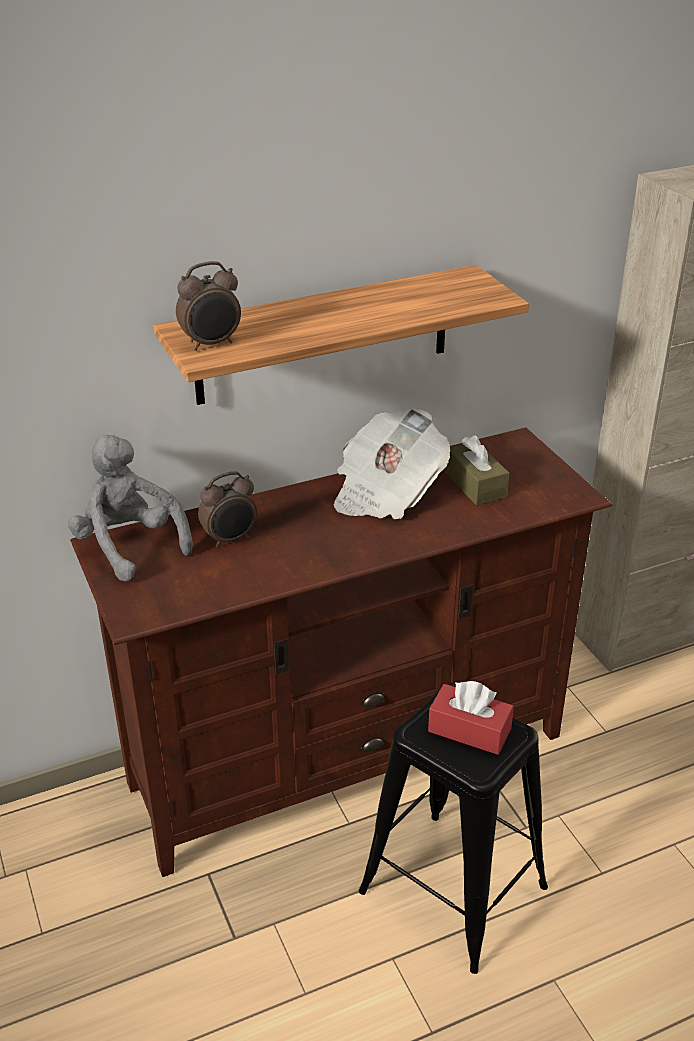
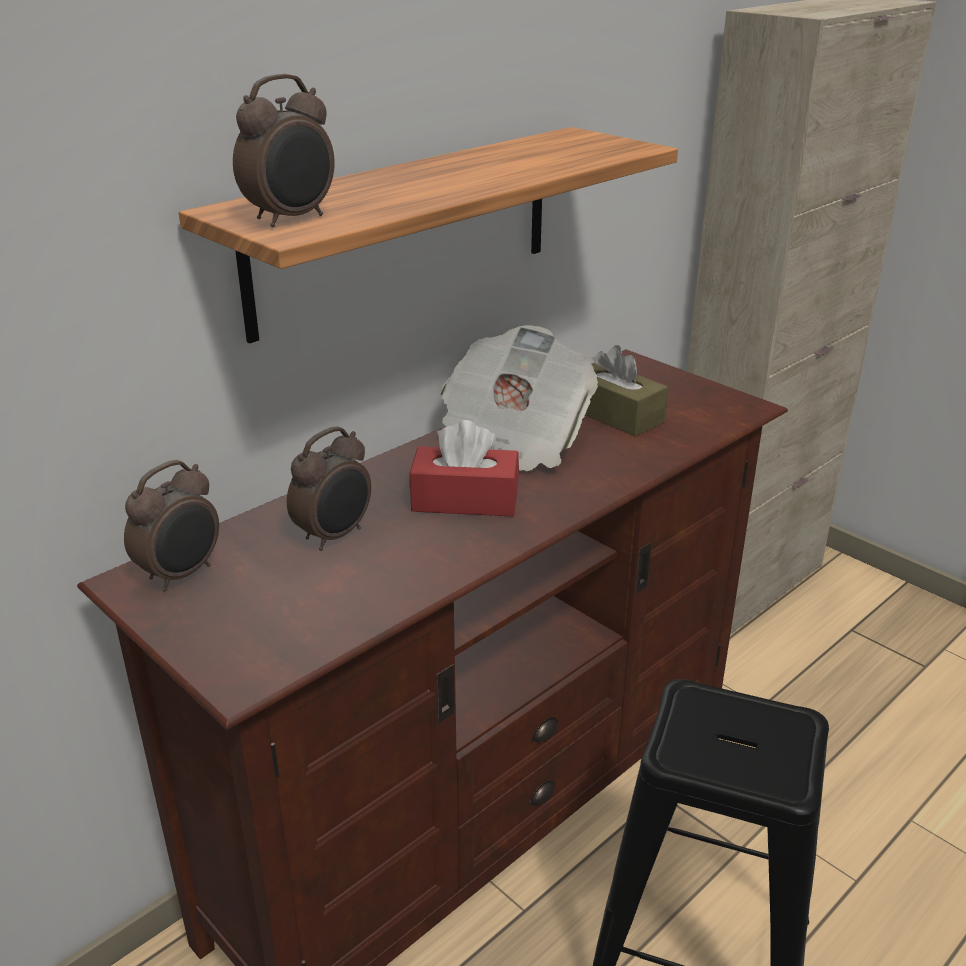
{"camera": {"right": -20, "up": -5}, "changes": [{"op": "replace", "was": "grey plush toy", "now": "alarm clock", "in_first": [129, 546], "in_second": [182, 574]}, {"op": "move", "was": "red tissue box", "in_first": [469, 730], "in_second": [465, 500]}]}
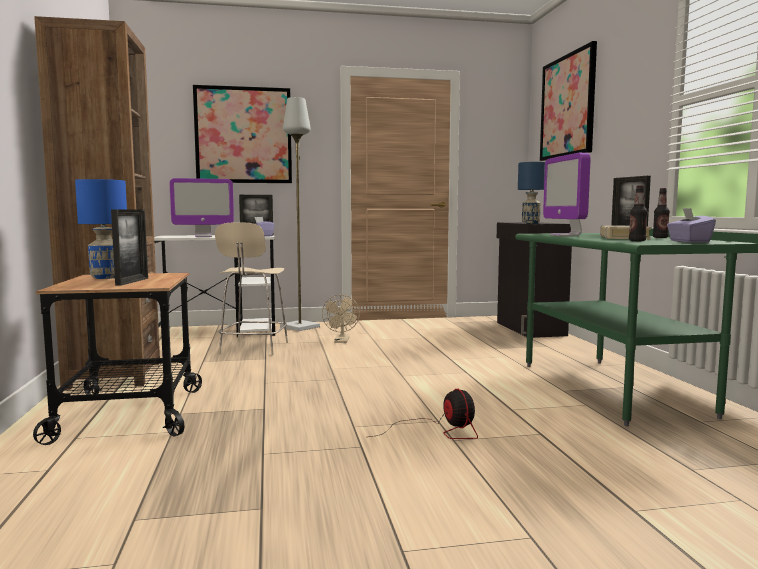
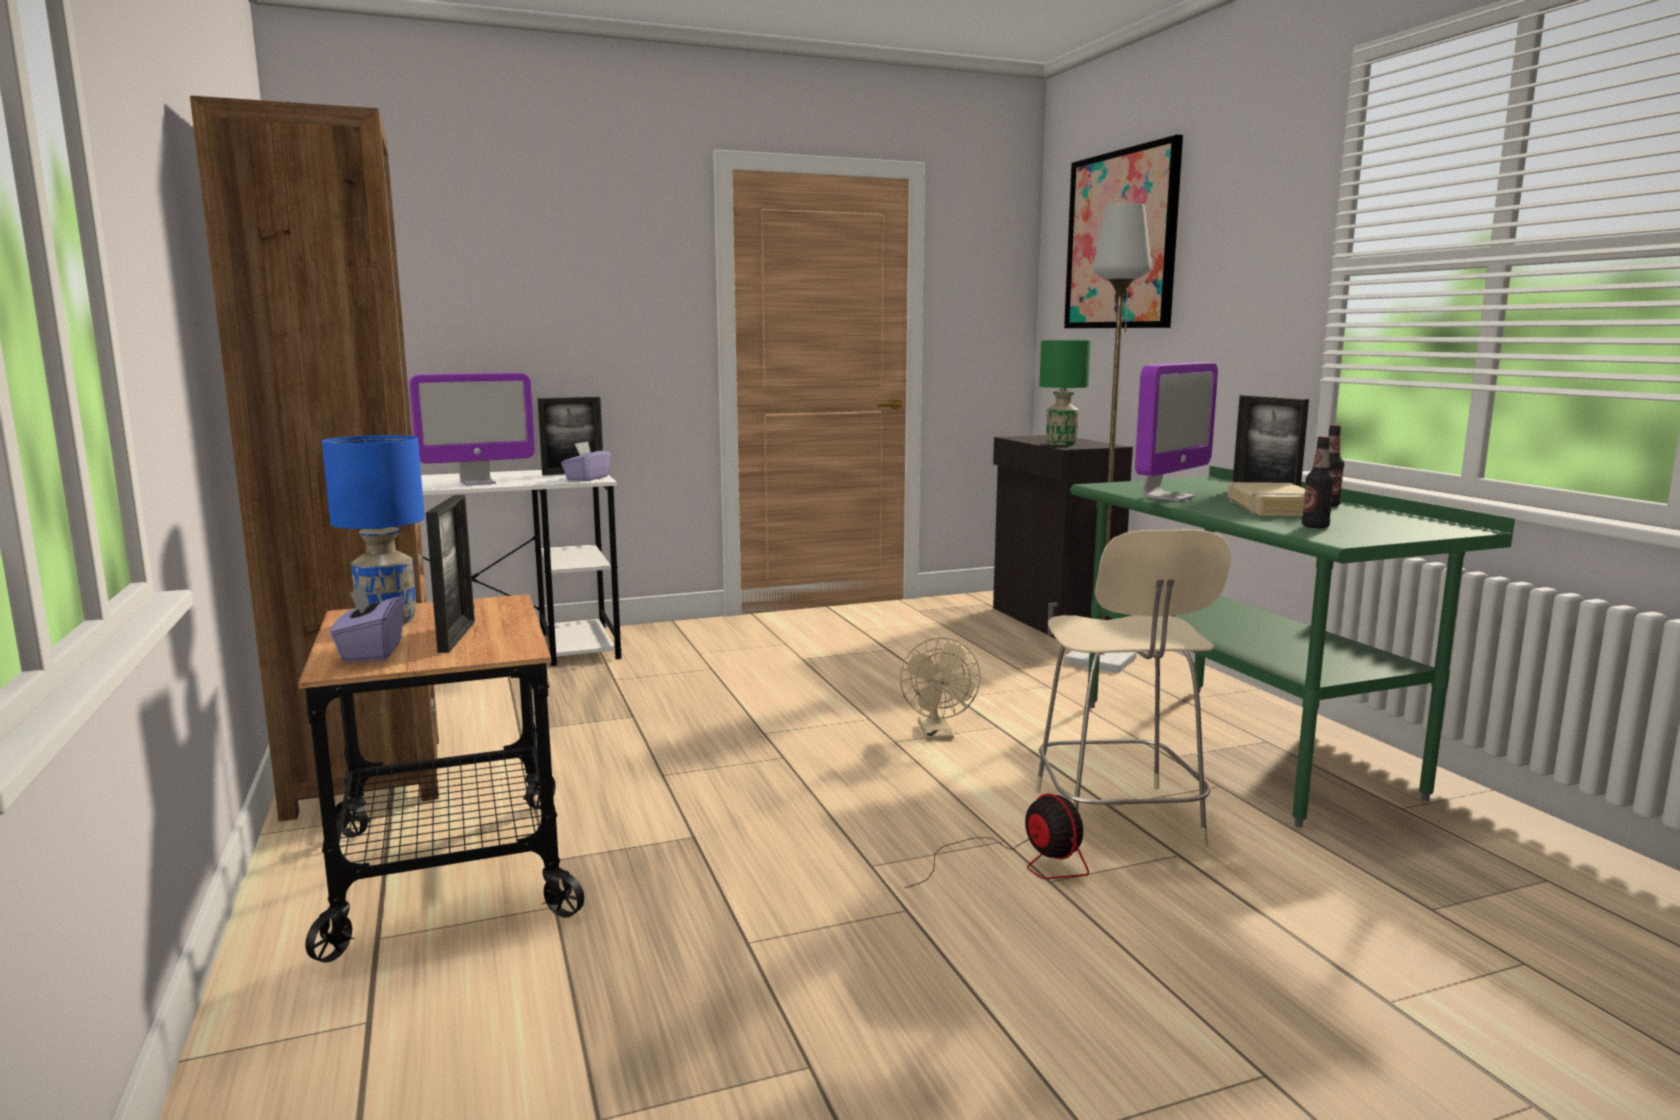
{"camera": {"right": -10, "up": 5}, "changes": [{"op": "delete", "was": "picture", "in_first": [243, 135]}, {"op": "move", "was": "grey floor lamp", "in_first": [300, 327], "in_second": [1101, 660]}, {"op": "rotate", "was": "monitor", "in_first": [565, 235], "in_second": [1168, 497], "clockwise": -120}, {"op": "recolor", "was": "blue table lamp", "now": "green table lamp", "in_first": [530, 223], "in_second": [1060, 444]}, {"op": "move", "was": "purple tissue box", "in_first": [688, 241], "in_second": [371, 652]}, {"op": "move", "was": "beige chair", "in_first": [253, 348], "in_second": [1118, 820]}, {"op": "move", "was": "beige fan", "in_first": [341, 341], "in_second": [938, 735]}]}
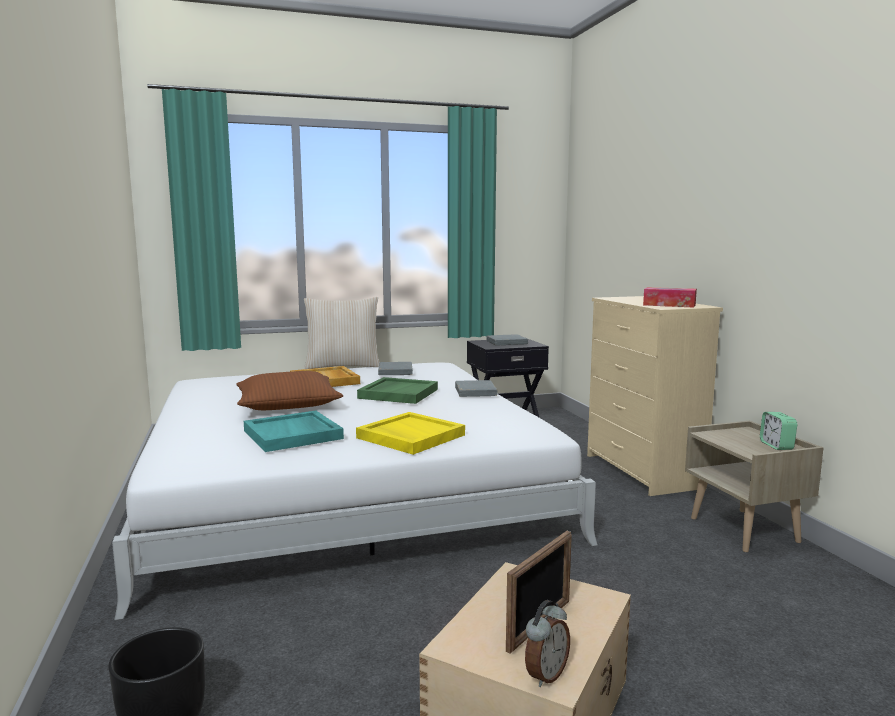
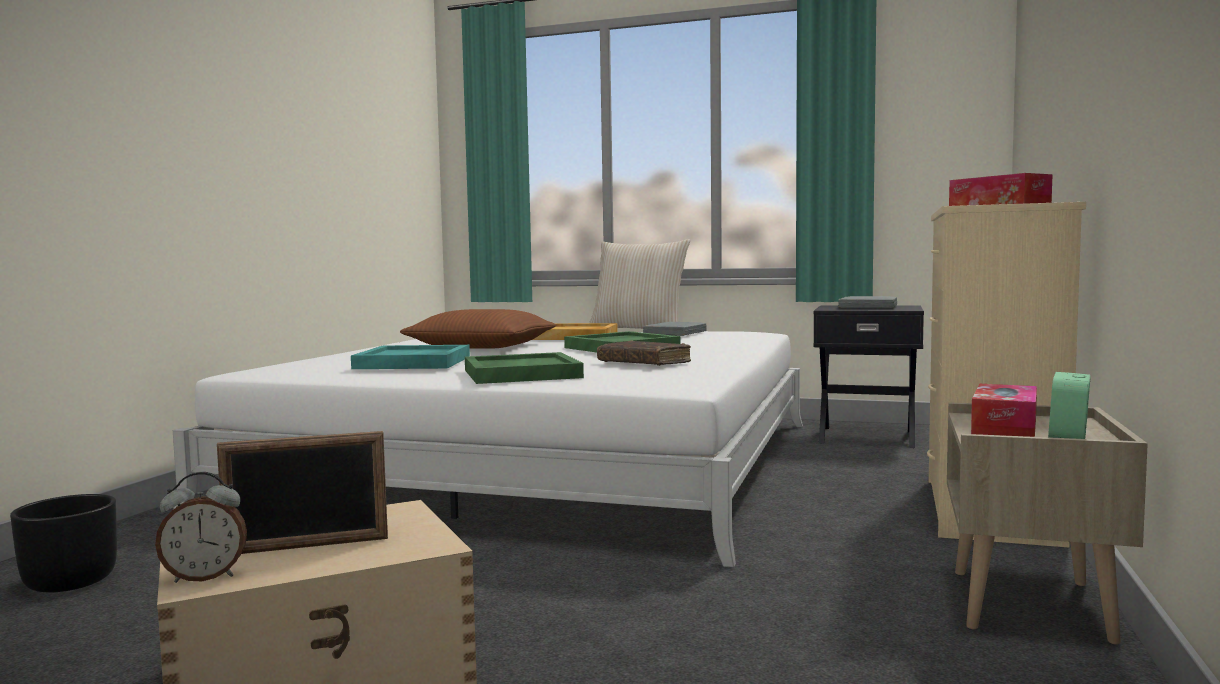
{"camera": {"right": 35, "up": -5}, "changes": [{"op": "delete", "was": "grey book", "in_first": [475, 392]}, {"op": "recolor", "was": "yellow tray", "now": "green tray", "in_first": [409, 436], "in_second": [520, 374]}, {"op": "insert", "now": "brown book", "in_second": [643, 363]}, {"op": "insert", "now": "tissue box", "in_second": [1004, 427]}]}
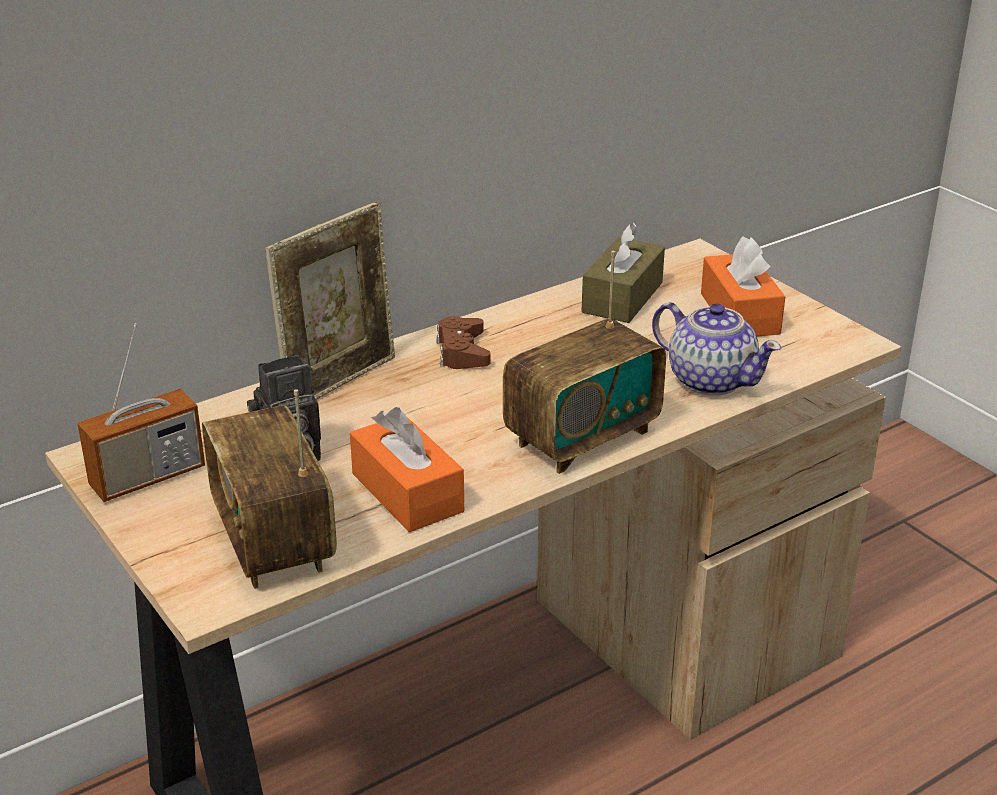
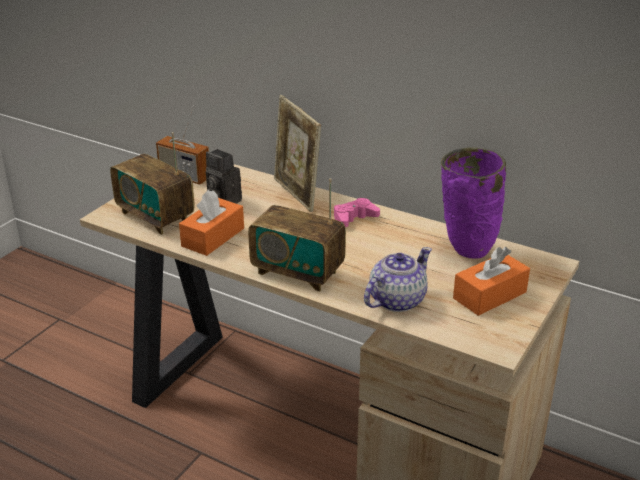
{"camera": {"right": 65, "up": 0}, "changes": [{"op": "rotate", "was": "picture frame", "in_first": [339, 381], "in_second": [296, 194], "clockwise": 45}, {"op": "replace", "was": "brown tissue box", "now": "purple vase", "in_first": [622, 297], "in_second": [465, 250]}, {"op": "rotate", "was": "teapot", "in_first": [710, 379], "in_second": [396, 300], "clockwise": -150}, {"op": "recolor", "was": "brown game controller", "now": "pink game controller", "in_first": [462, 352], "in_second": [354, 218]}, {"op": "rotate", "was": "radio", "in_first": [273, 541], "in_second": [155, 217], "clockwise": -90}]}
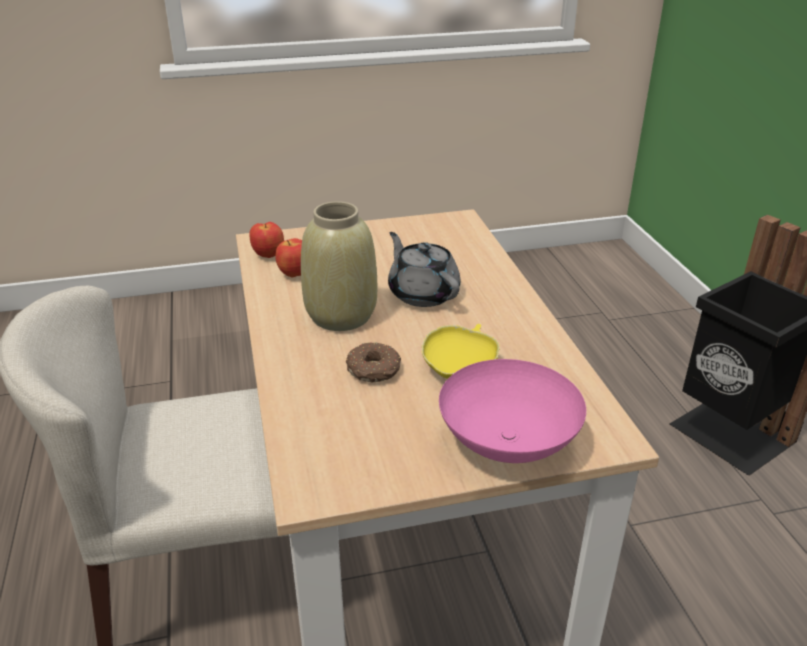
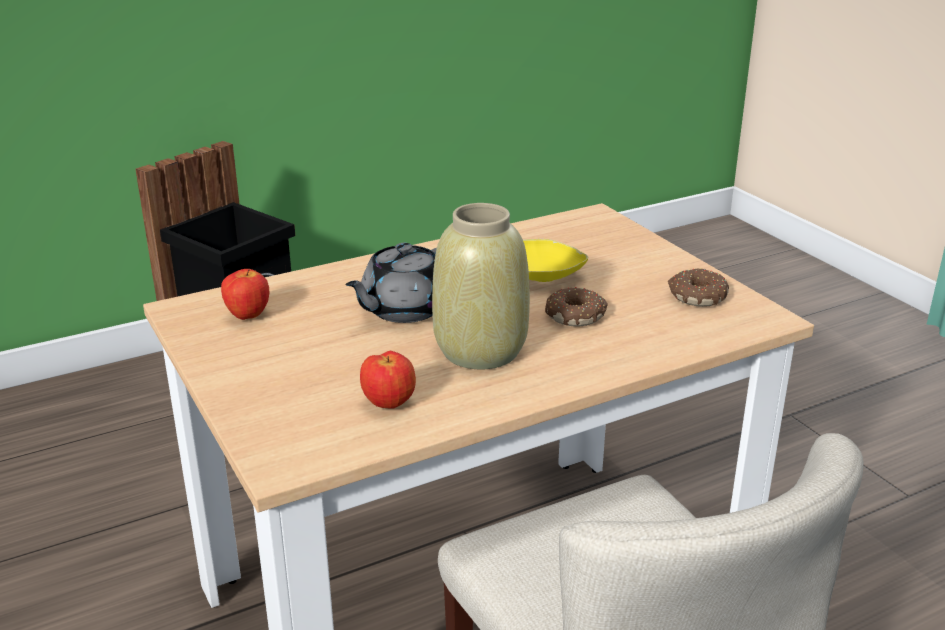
{"camera": {"right": -105, "up": -5}, "changes": [{"op": "move", "was": "apple", "in_first": [269, 256], "in_second": [248, 316]}, {"op": "delete", "was": "pink bowl", "in_first": [509, 444]}, {"op": "insert", "now": "donut", "in_second": [696, 296]}]}
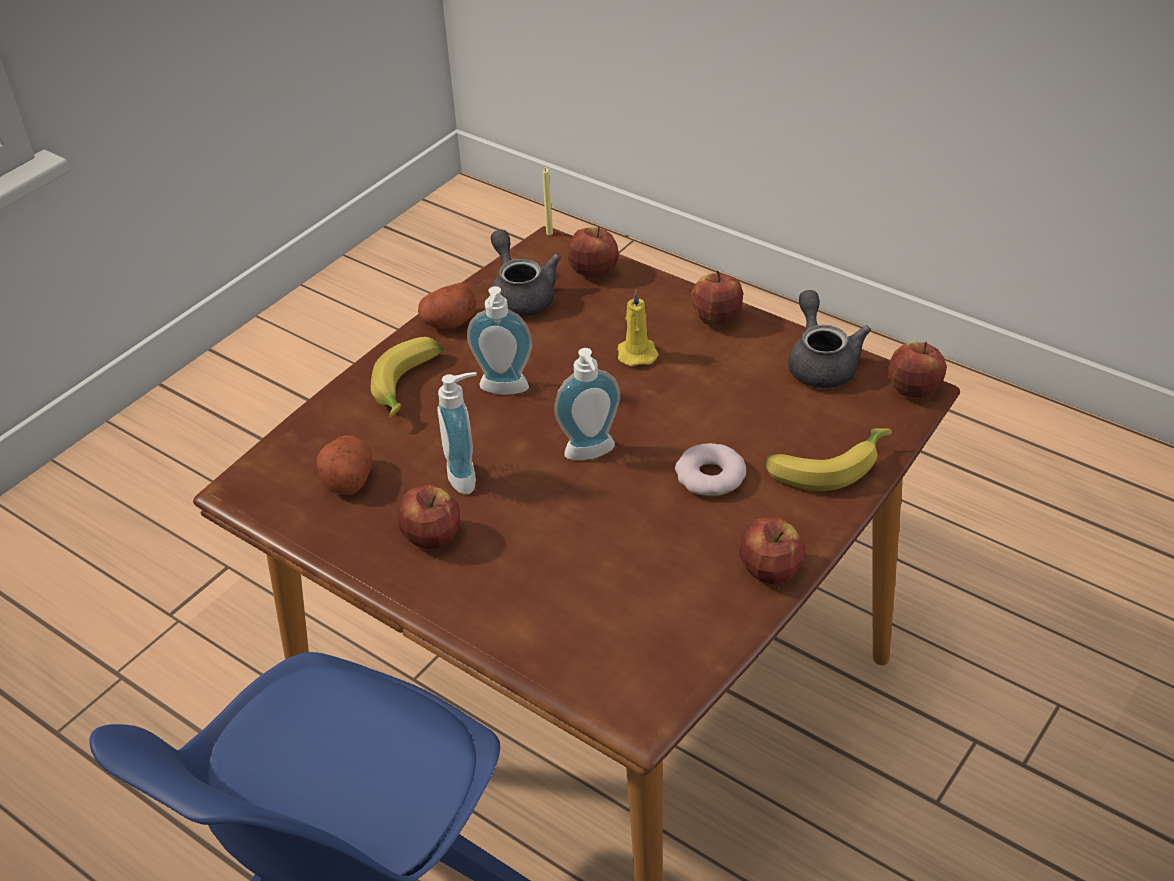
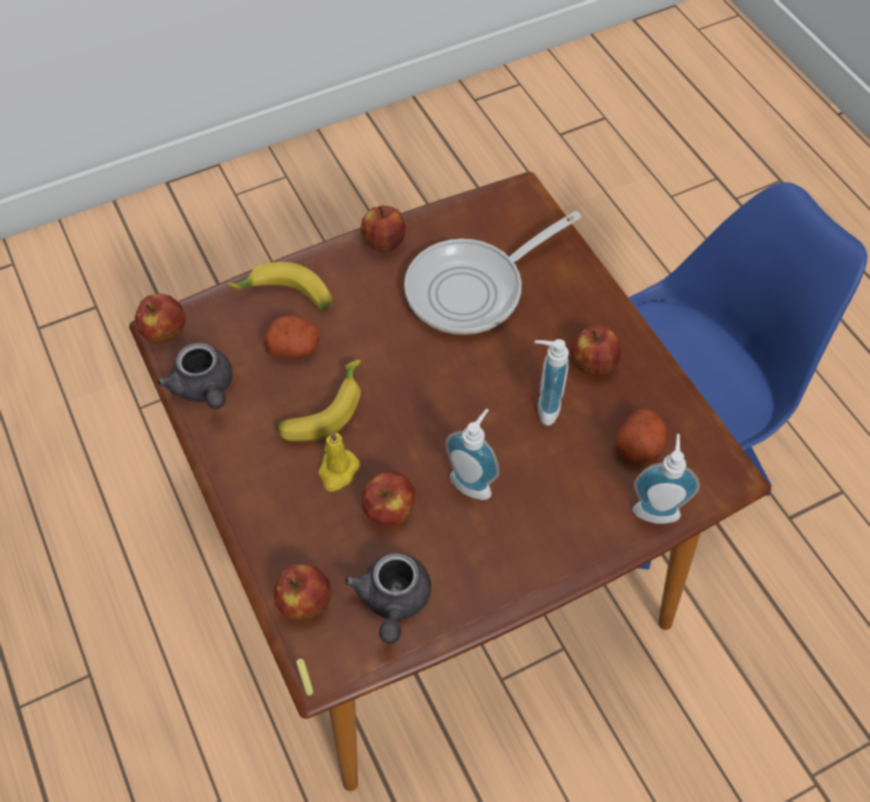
{"camera": {"right": -155, "up": 15}, "changes": [{"op": "move", "was": "apple", "in_first": [716, 319], "in_second": [390, 510]}, {"op": "move", "was": "potato", "in_first": [449, 322], "in_second": [294, 346]}, {"op": "rotate", "was": "grey teapot", "in_first": [821, 362], "in_second": [205, 389], "clockwise": -45}, {"op": "move", "was": "banana", "in_first": [410, 387], "in_second": [322, 410]}, {"op": "move", "was": "soap dispenser", "in_first": [591, 454], "in_second": [656, 508]}, {"op": "delete", "was": "donut", "in_first": [710, 476]}, {"op": "insert", "now": "frying pan", "in_second": [473, 289]}]}
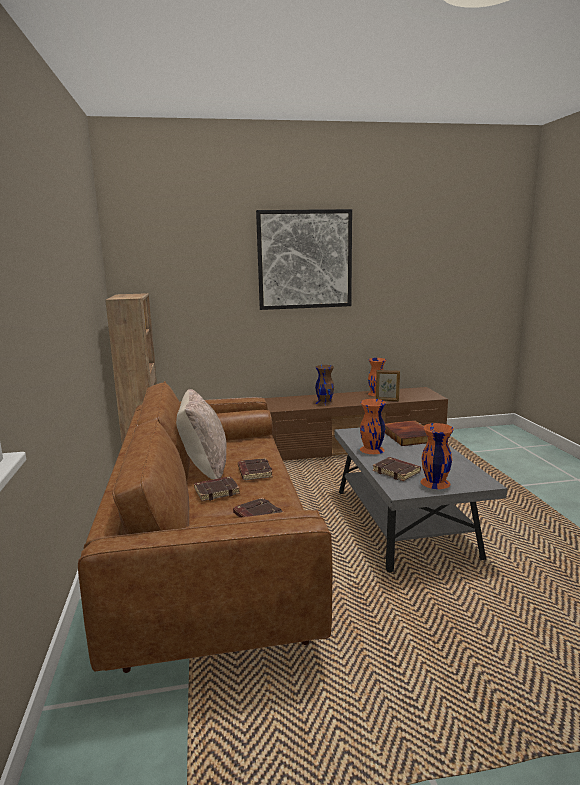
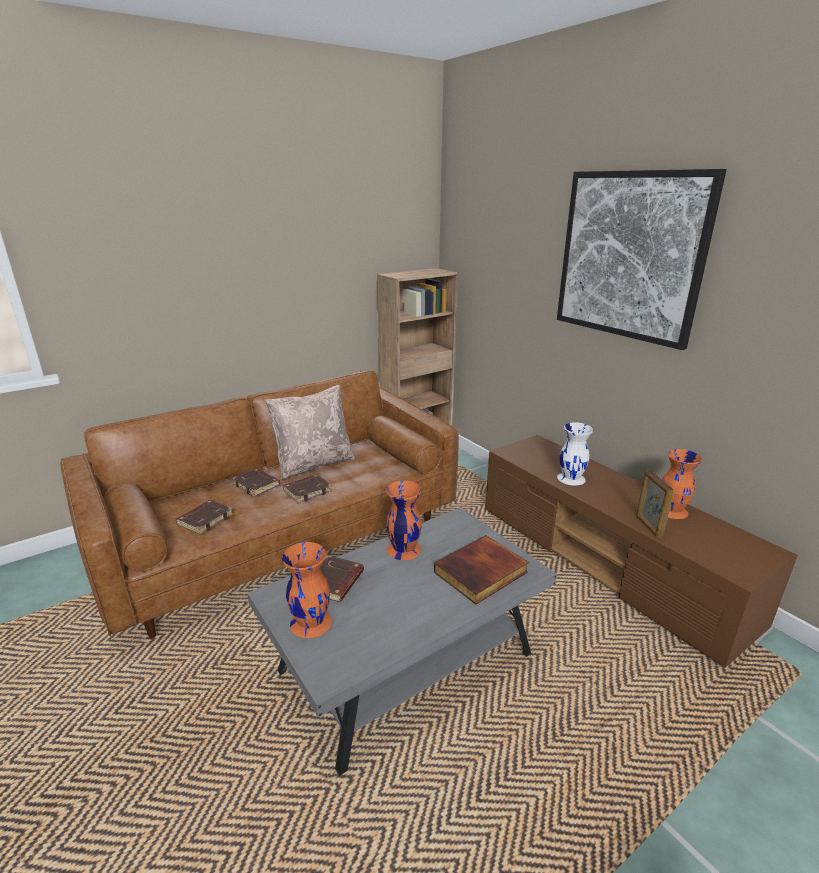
{"camera": {"right": 65, "up": 10}, "changes": [{"op": "recolor", "was": "brown vase", "now": "white vase", "in_first": [324, 402], "in_second": [571, 478]}]}
